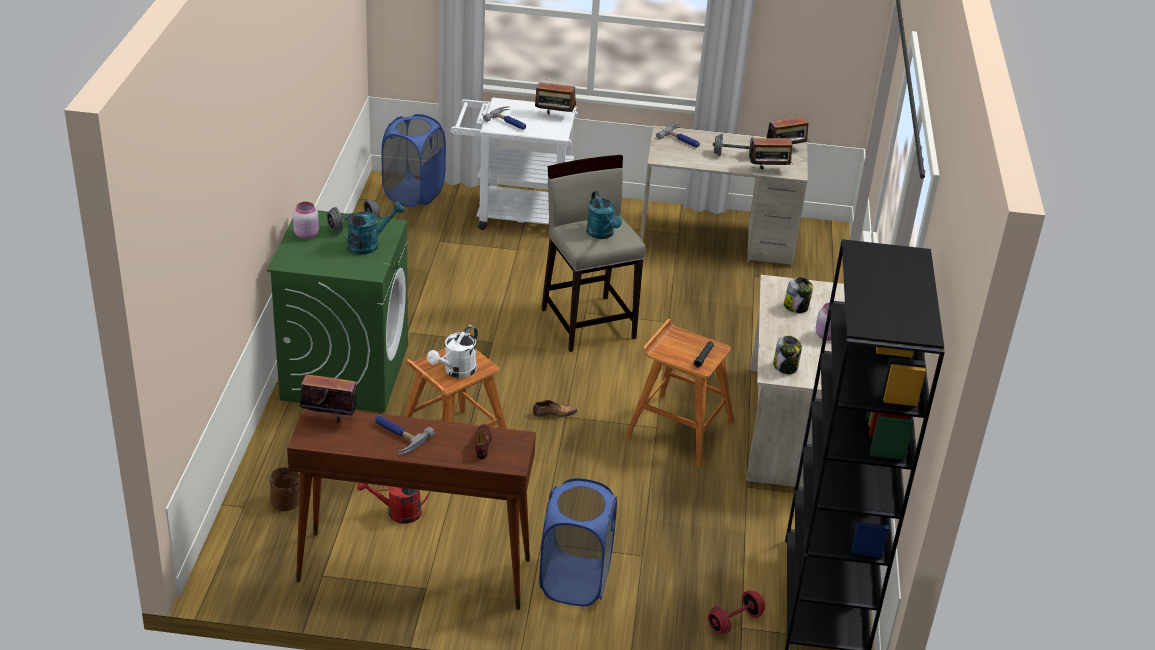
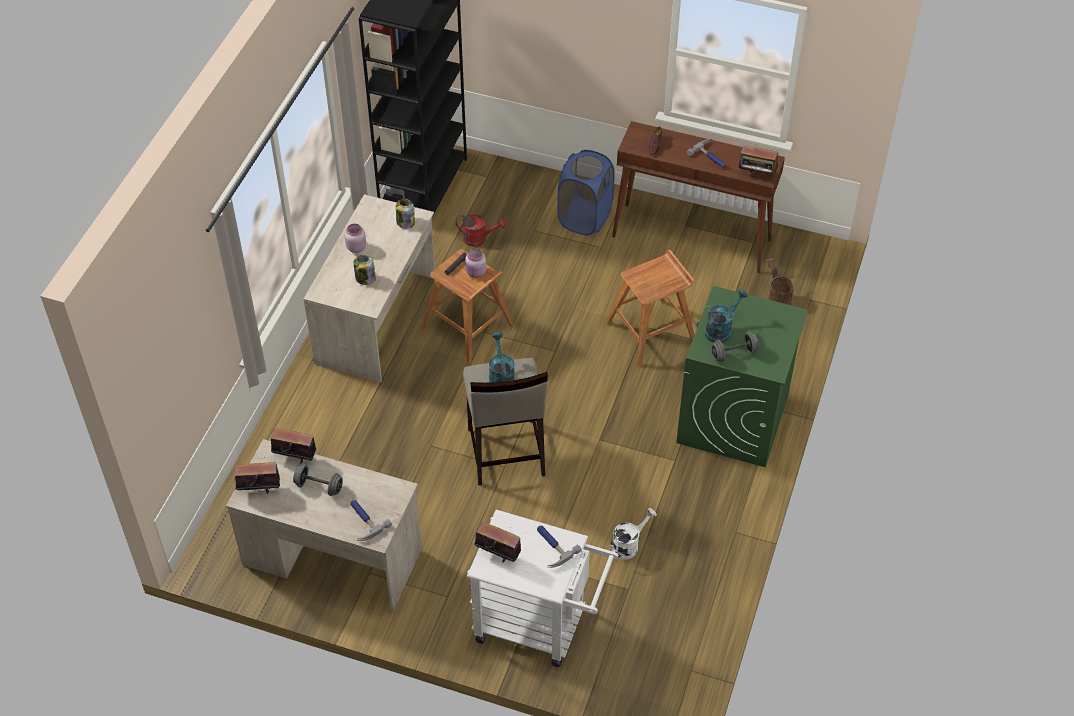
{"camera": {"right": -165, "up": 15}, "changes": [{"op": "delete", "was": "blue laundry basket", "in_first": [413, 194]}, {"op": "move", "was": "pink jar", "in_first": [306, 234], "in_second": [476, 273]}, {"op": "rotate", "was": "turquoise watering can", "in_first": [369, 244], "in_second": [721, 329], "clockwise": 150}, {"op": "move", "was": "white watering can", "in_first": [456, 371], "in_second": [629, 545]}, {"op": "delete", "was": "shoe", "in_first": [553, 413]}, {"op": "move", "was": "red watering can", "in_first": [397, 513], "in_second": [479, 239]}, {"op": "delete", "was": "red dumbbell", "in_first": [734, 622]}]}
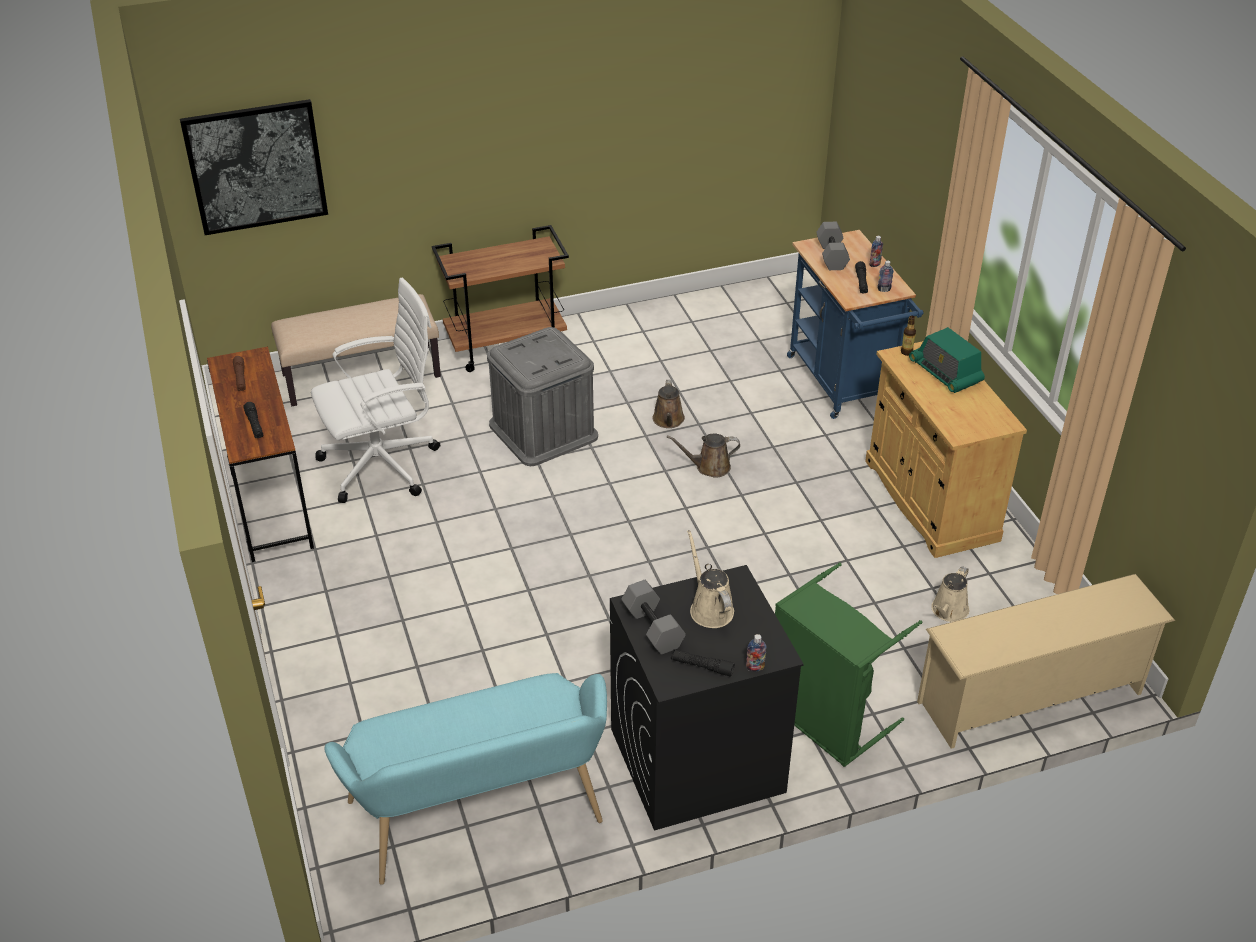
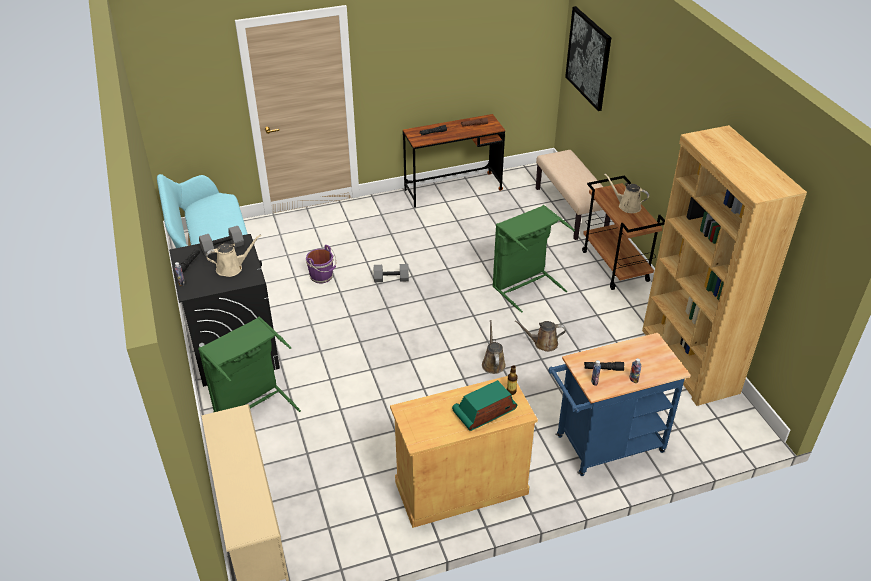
{"camera": {"right": 90, "up": 0}, "changes": [{"op": "move", "was": "grey dumbbell", "in_first": [830, 255], "in_second": [391, 278]}, {"op": "delete", "was": "white office chair", "in_first": [384, 464]}, {"op": "replace", "was": "grey storage box", "now": "green laundry basket", "in_first": [543, 430], "in_second": [525, 285]}, {"op": "move", "was": "beige watering can", "in_first": [948, 611], "in_second": [627, 206]}, {"op": "insert", "now": "brown bookcase", "in_second": [688, 361]}, {"op": "insert", "now": "purple bucket", "in_second": [322, 276]}]}
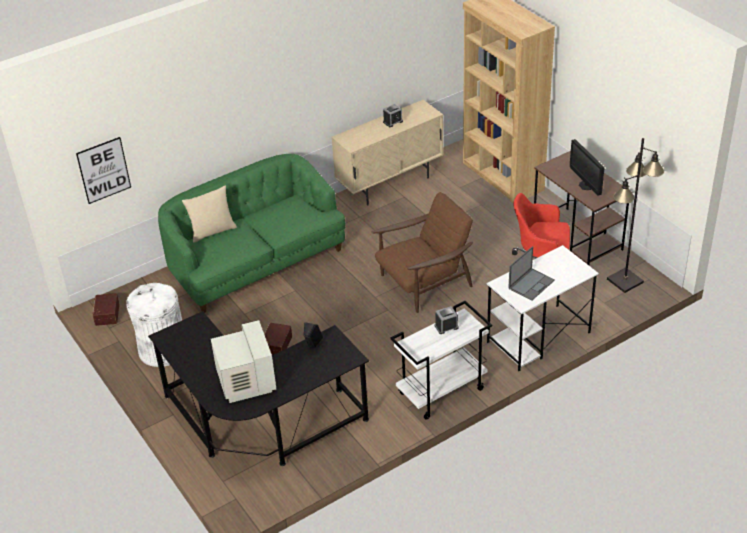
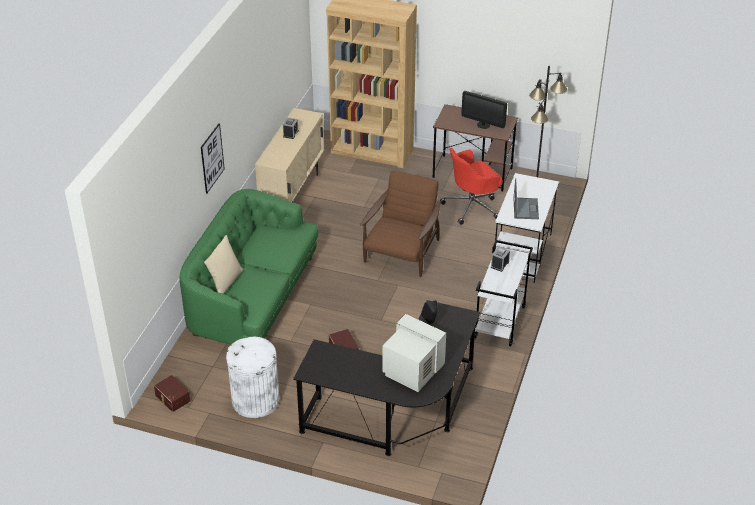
{"camera": {"right": -40, "up": 0}, "changes": [{"op": "move", "was": "picture", "in_first": [104, 170], "in_second": [212, 158]}]}
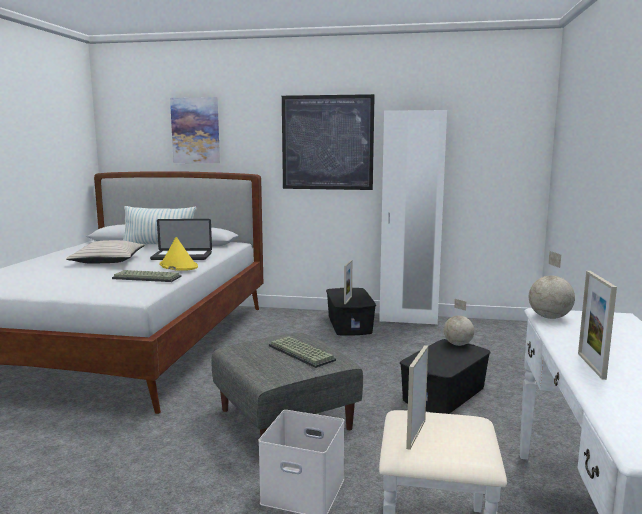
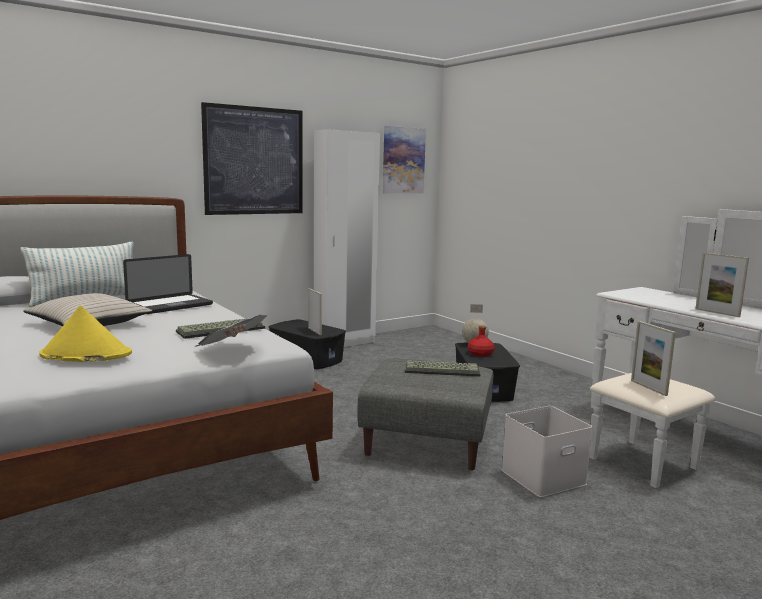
{"camera": {"right": -45, "up": 0}, "changes": [{"op": "move", "was": "picture", "in_first": [195, 130], "in_second": [403, 160]}, {"op": "move", "was": "yellow hat", "in_first": [178, 266], "in_second": [85, 354]}, {"op": "delete", "was": "globe", "in_first": [549, 317]}, {"op": "insert", "now": "newspaper", "in_second": [231, 349]}, {"op": "insert", "now": "red bottle", "in_second": [480, 354]}]}
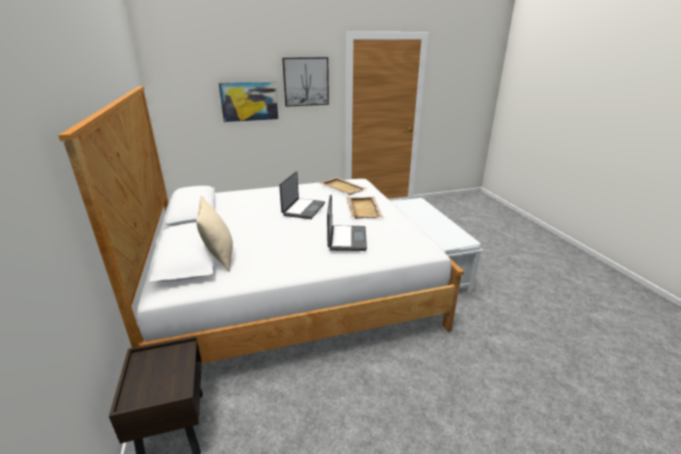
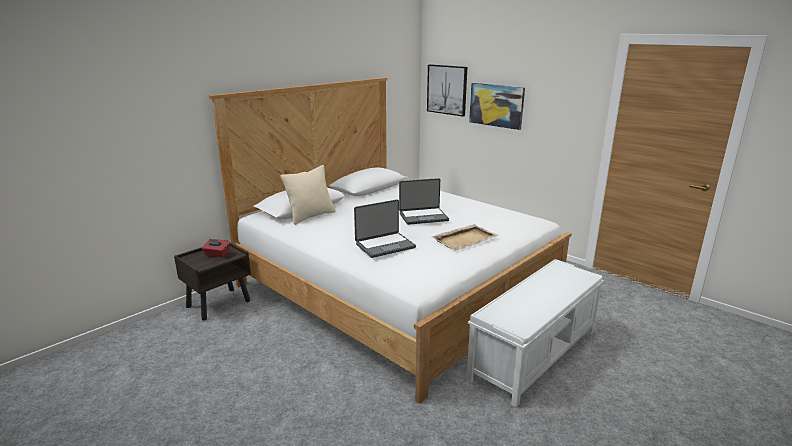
{"camera": {"right": 60, "up": -5}, "changes": [{"op": "move", "was": "picture", "in_first": [306, 81], "in_second": [447, 89]}, {"op": "delete", "was": "beige tray", "in_first": [342, 187]}, {"op": "insert", "now": "red tissue box", "in_second": [217, 255]}]}
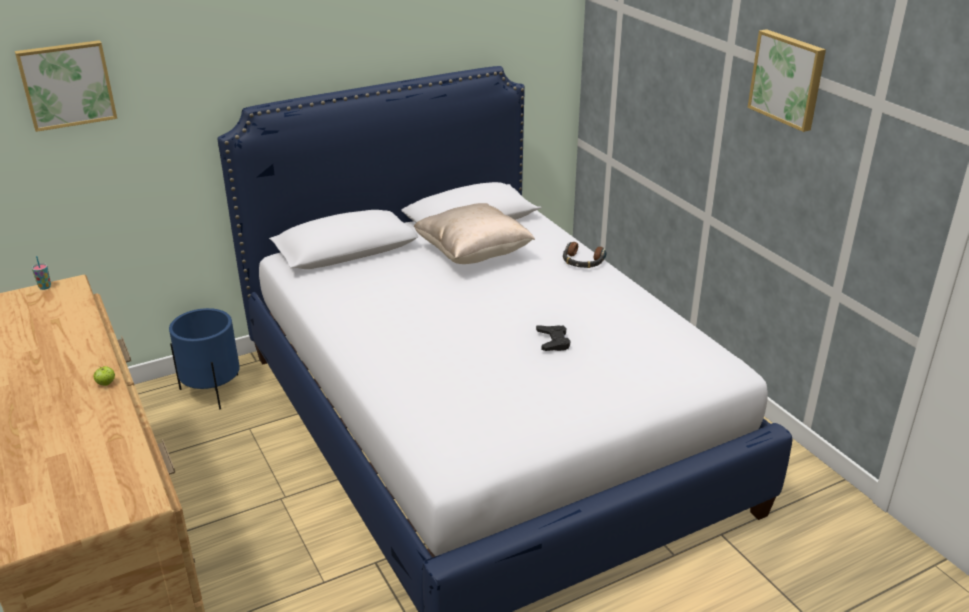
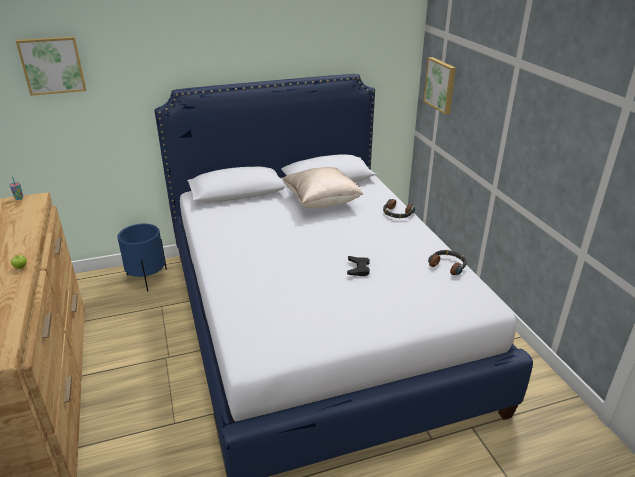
{"camera": {"right": 10, "up": 0}, "changes": [{"op": "move", "was": "picture", "in_first": [788, 79], "in_second": [441, 85]}, {"op": "insert", "now": "headphones", "in_second": [448, 265]}]}
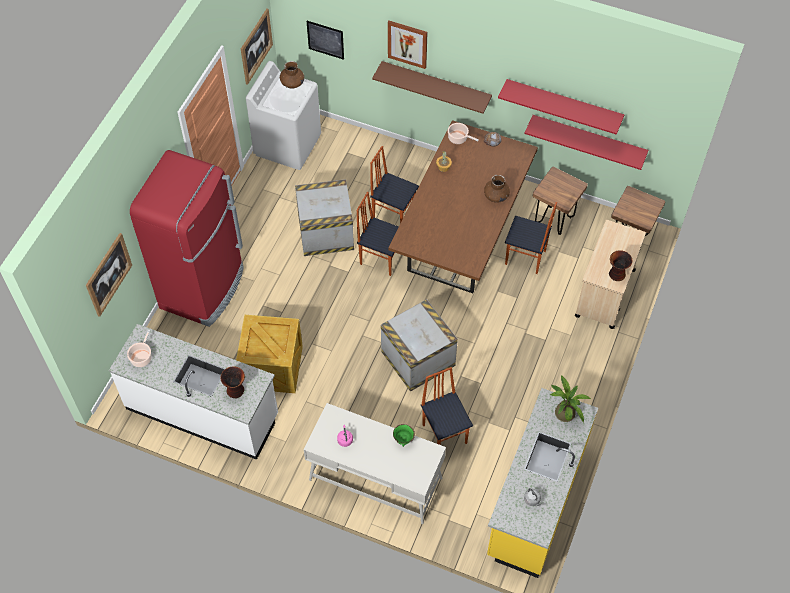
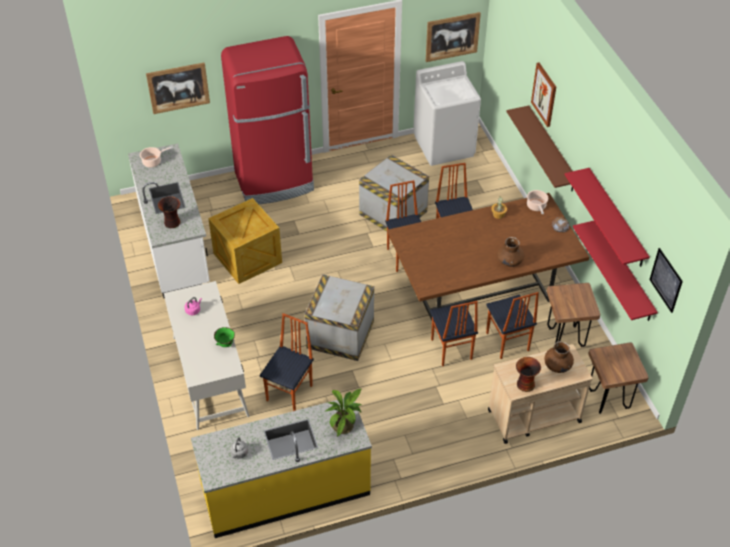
{"camera": {"right": 50, "up": -10}, "changes": [{"op": "move", "was": "picture", "in_first": [325, 39], "in_second": [666, 280]}, {"op": "move", "was": "brown vase", "in_first": [292, 83], "in_second": [557, 365]}, {"op": "insert", "now": "chair", "in_second": [450, 349]}]}
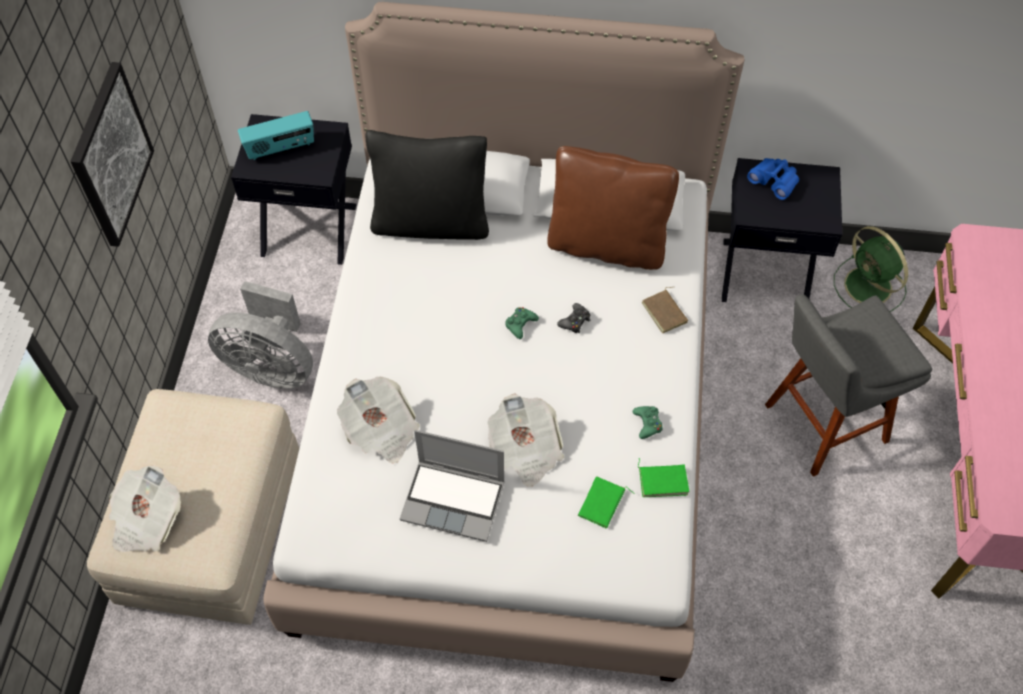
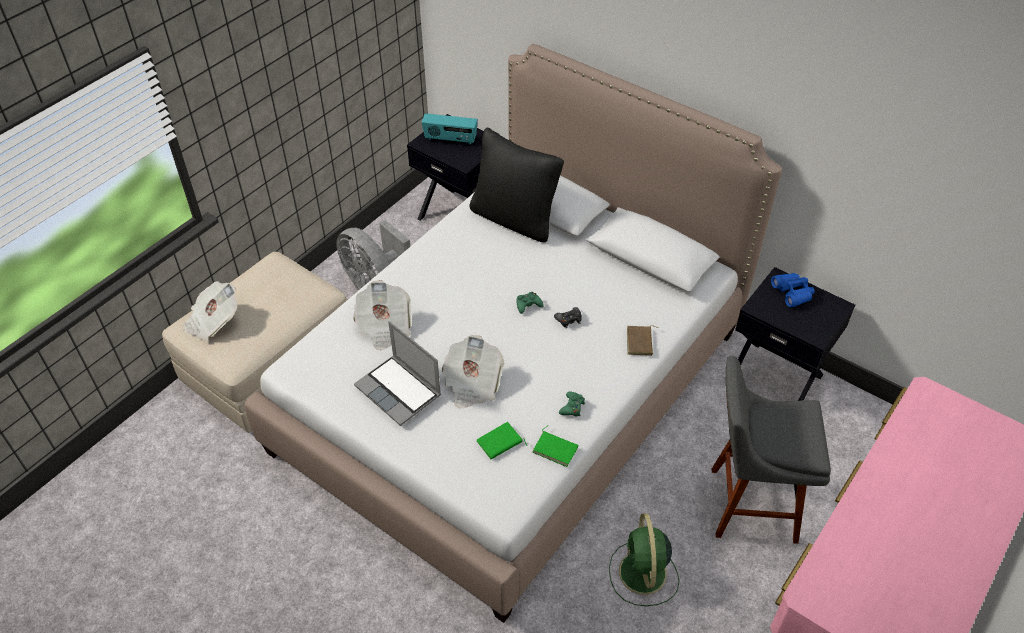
{"camera": {"right": 30, "up": -10}, "changes": [{"op": "delete", "was": "picture", "in_first": [110, 155]}, {"op": "delete", "was": "brown pillow", "in_first": [606, 244]}, {"op": "move", "was": "green fan", "in_first": [869, 287], "in_second": [643, 574]}]}
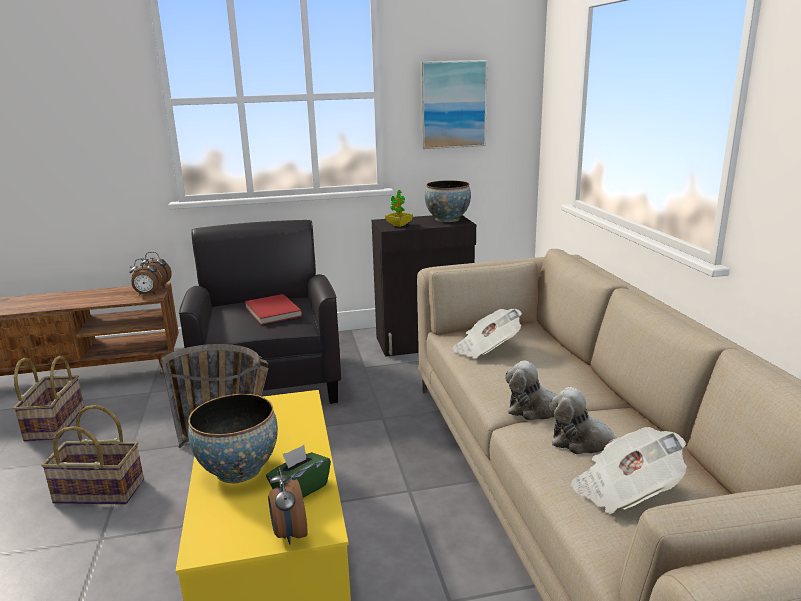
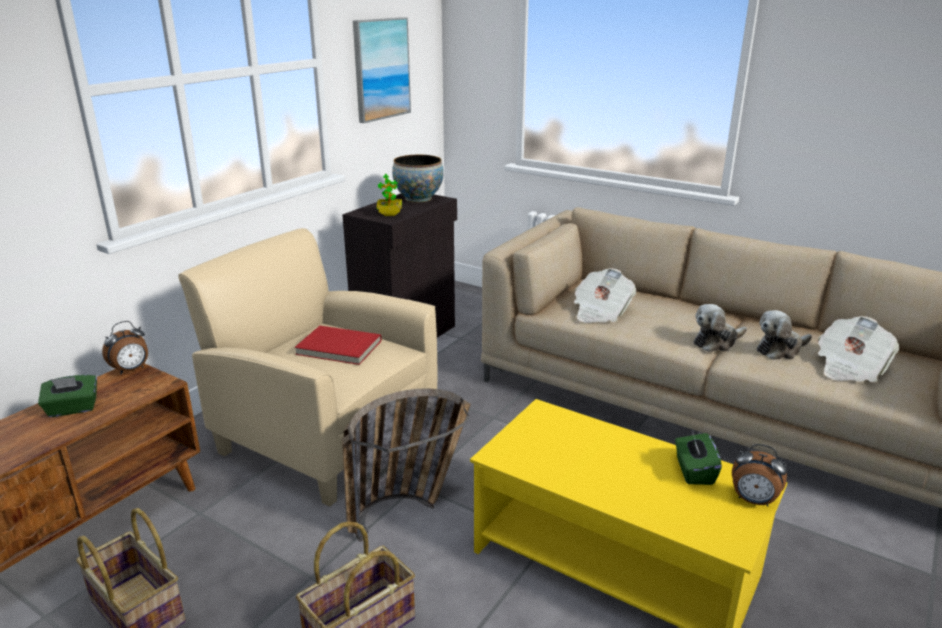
{"camera": {"right": -45, "up": 5}, "changes": [{"op": "recolor", "was": "black armchair", "now": "beige armchair", "in_first": [269, 382], "in_second": [326, 436]}, {"op": "delete", "was": "alarm clock", "in_first": [147, 294]}, {"op": "delete", "was": "bowl", "in_first": [238, 470]}, {"op": "insert", "now": "green tissue box", "in_second": [72, 409]}]}
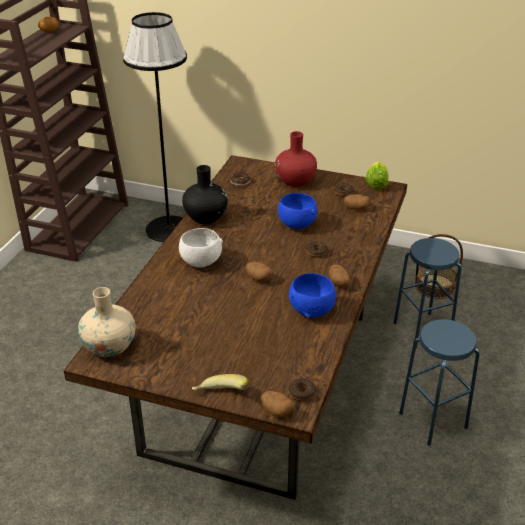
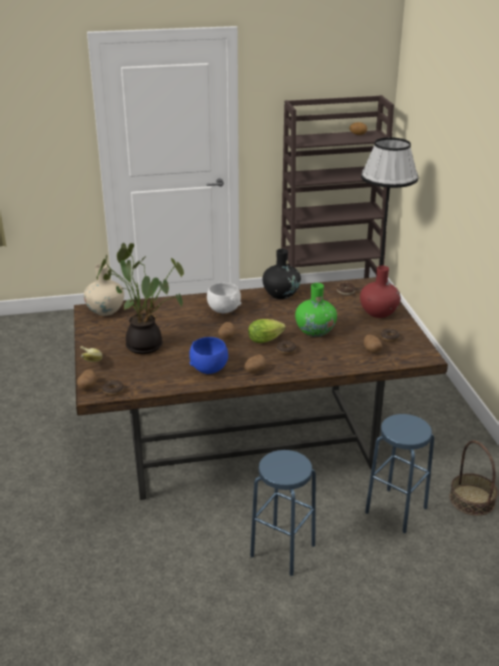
{"camera": {"right": 60, "up": -5}, "changes": [{"op": "move", "was": "lettuce", "in_first": [376, 183], "in_second": [267, 339]}, {"op": "replace", "was": "blue bowl", "now": "green vase", "in_first": [296, 224], "in_second": [315, 331]}, {"op": "insert", "now": "potted plant", "in_second": [146, 344]}]}
